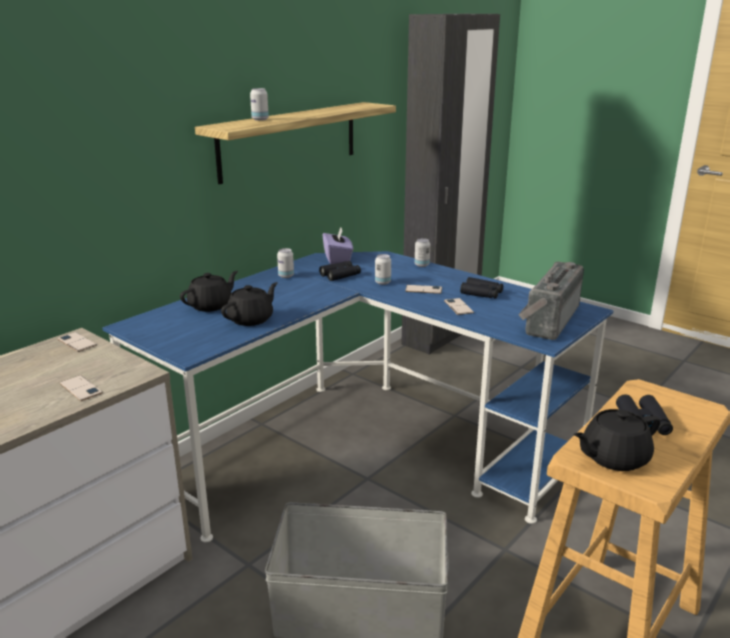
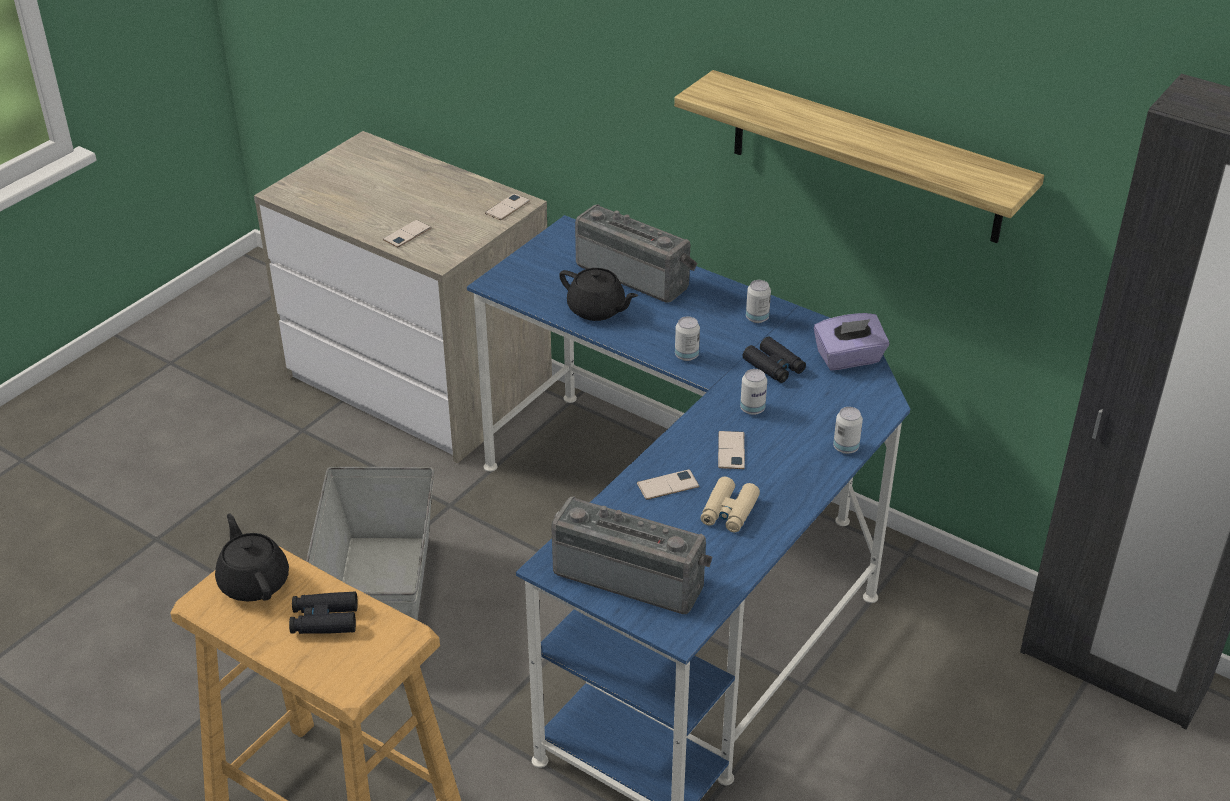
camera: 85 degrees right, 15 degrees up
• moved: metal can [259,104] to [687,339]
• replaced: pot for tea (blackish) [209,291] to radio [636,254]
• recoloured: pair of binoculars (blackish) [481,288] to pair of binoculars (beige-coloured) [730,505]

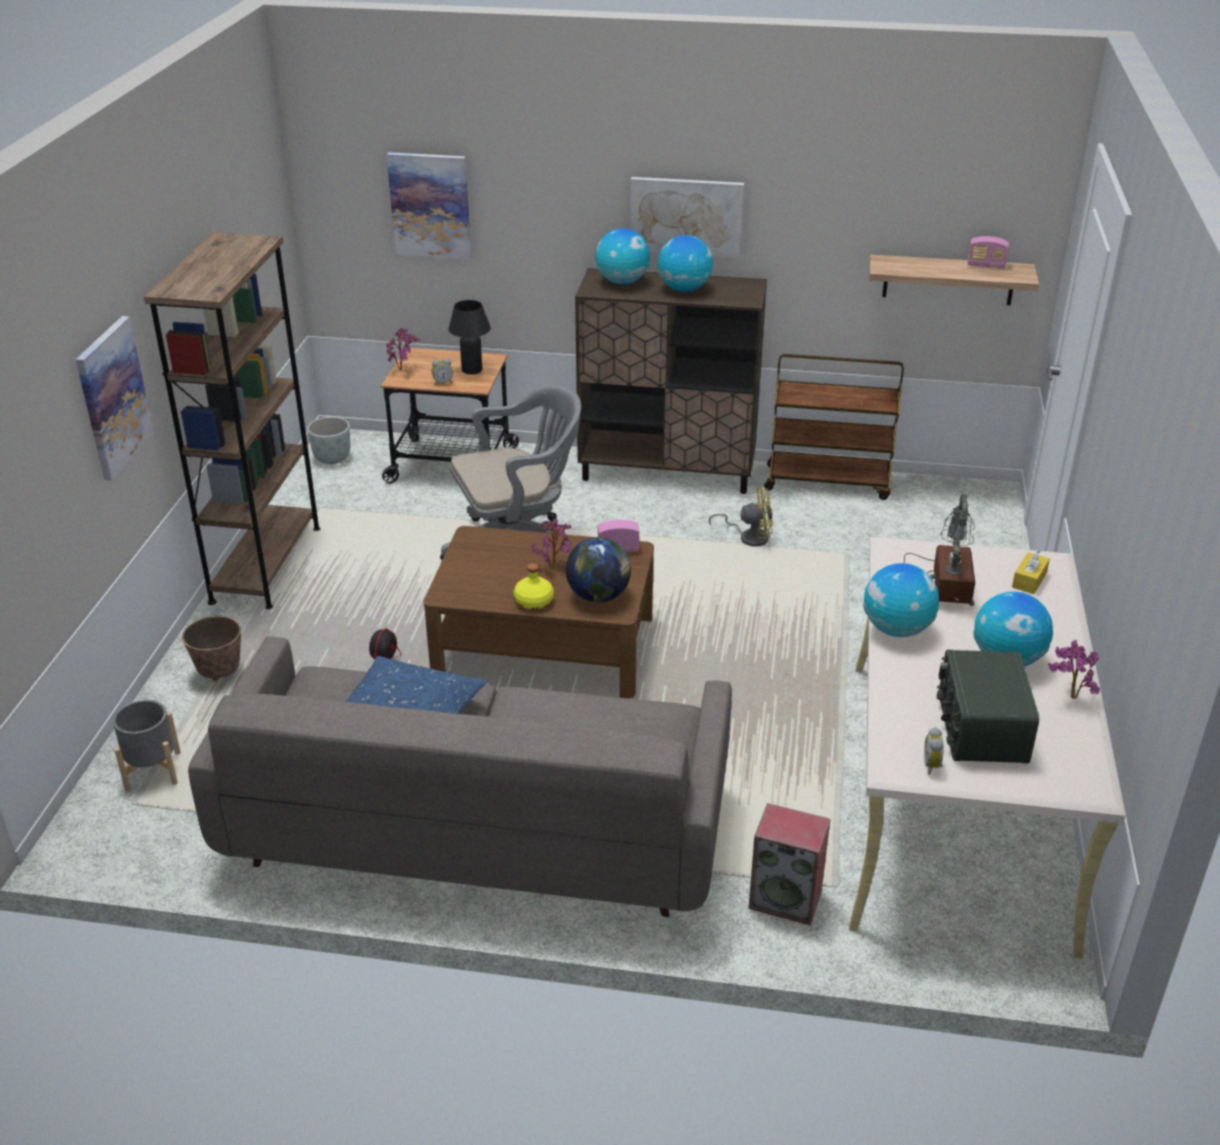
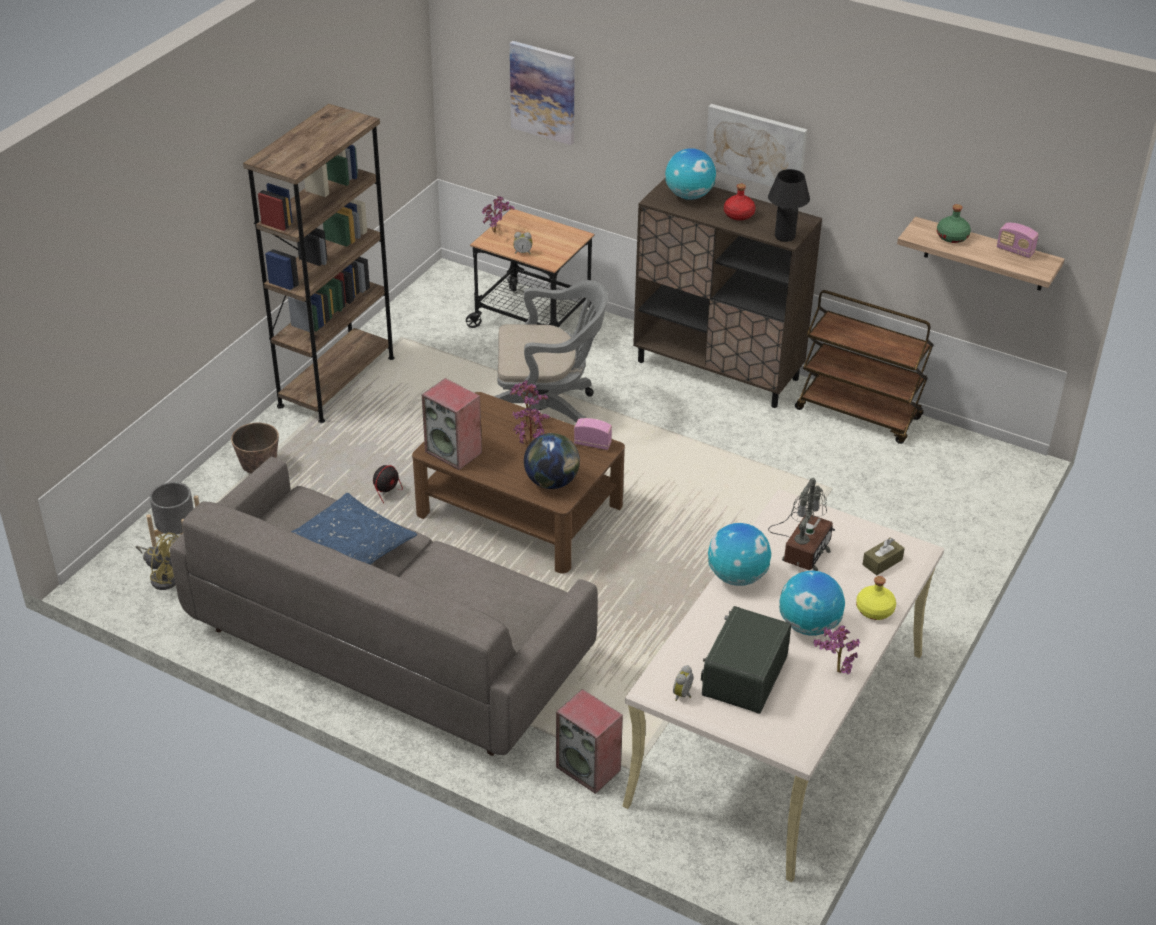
camera: 20 degrees right, 5 degrees up
• replaced: world globe [685,263] to beverage bottle (red-coloured) [740,202]
• moved: table lamp (blackish) [469,337] to [789,205]
• removed: picture [115,398]
• removed: flower pot (greyish) [328,440]
• moved: fan (yellow) [741,516] to [157,561]
• recoloured: tissue holder (yellow) [1031,571] to tissue holder (brown-coloured) [883,556]
• moved: beverage bottle (yellow) [534,586] to [876,598]
• added: beverage bottle (green) [954,223]
• added: audio speaker [452,424]
• added: potted plant [529,401]

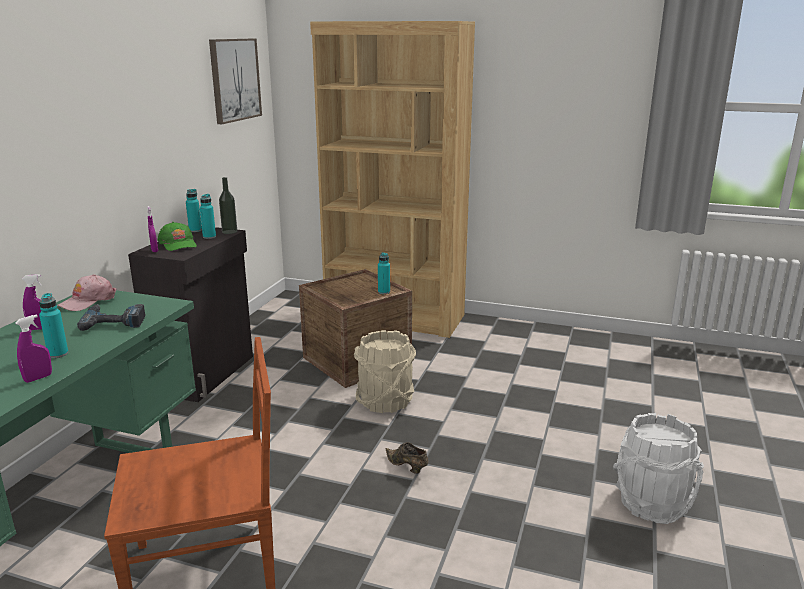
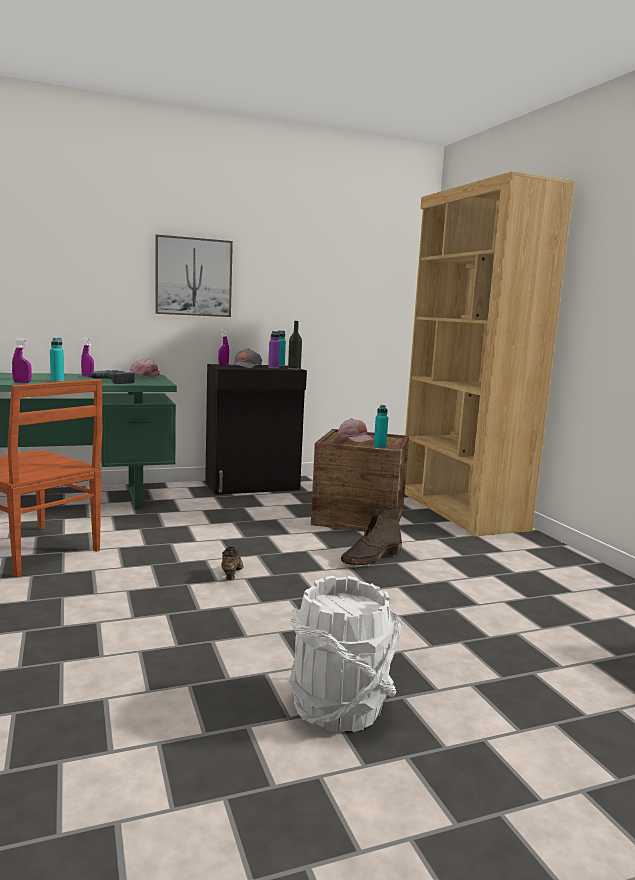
camera: 50 degrees right, 10 degrees down
• moved: picture [235,81] to [194,275]
• recoloured: beverage bottle (turquoise-coloured) [208,216] to beverage bottle (purple-coloured) [274,350]
• recoloured: peaked cap (green) [177,236] to peaked cap (greyish) [246,358]
• removed: bucket (beige-coloured) [385,371]
• added: peaked cap (pinkish) [356,430]
• added: high-top boot (brown-coloured) [371,535]

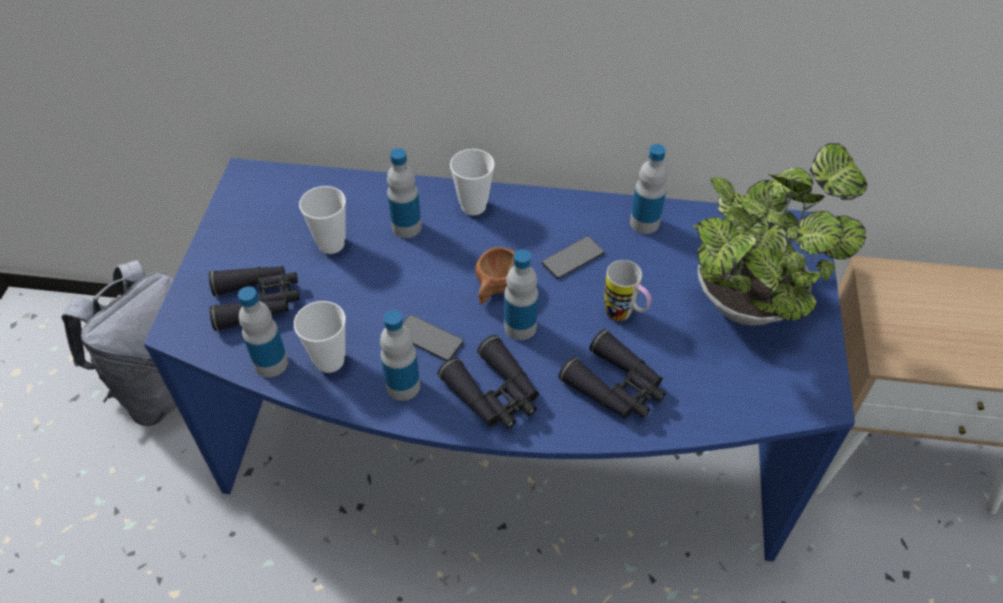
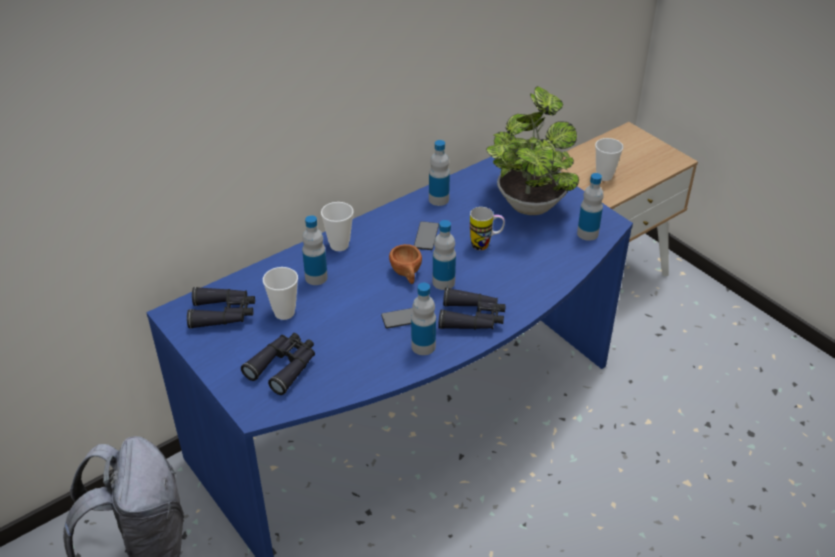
camera: 45 degrees left, 10 degrees down
• moved: beverage bottle [263,332] to [590,207]
• moved: small cup [320,337] to [609,159]
• moved: pair of binoculars (blackish) [612,374] to [221,308]

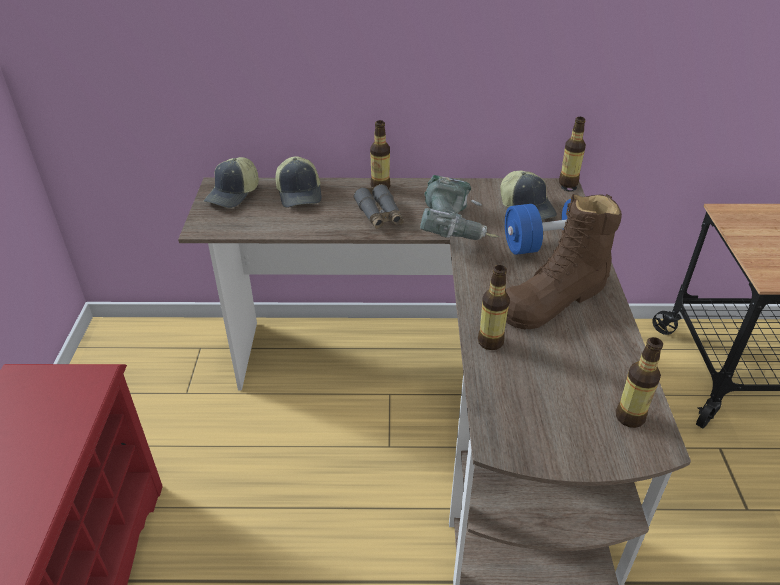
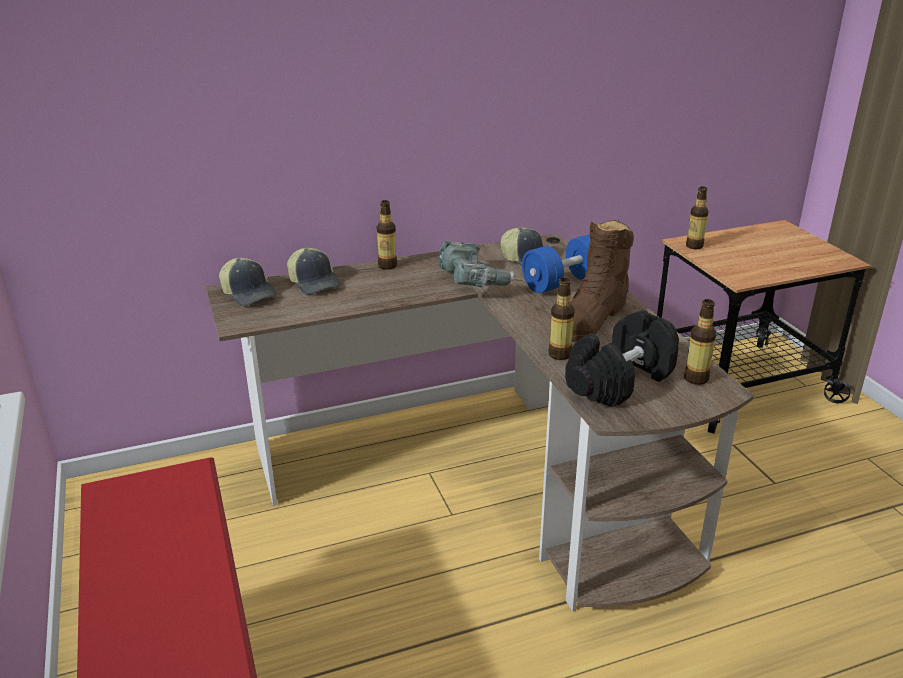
camera: 20 degrees left, 10 degrees down
• moved: beverage bottle [572,152] to [697,217]
• turned: peaked cap [231,182] = [248,282] 45 degrees counterclockwise
• removed: pair of binoculars (greyish) [379,206]
• added: dumbbell (blackish) [622,359]

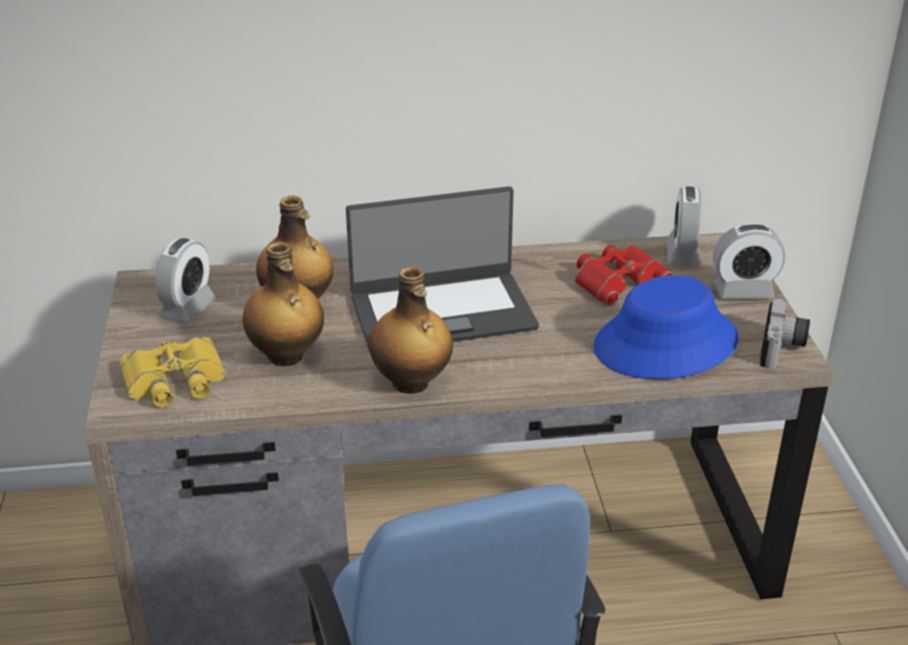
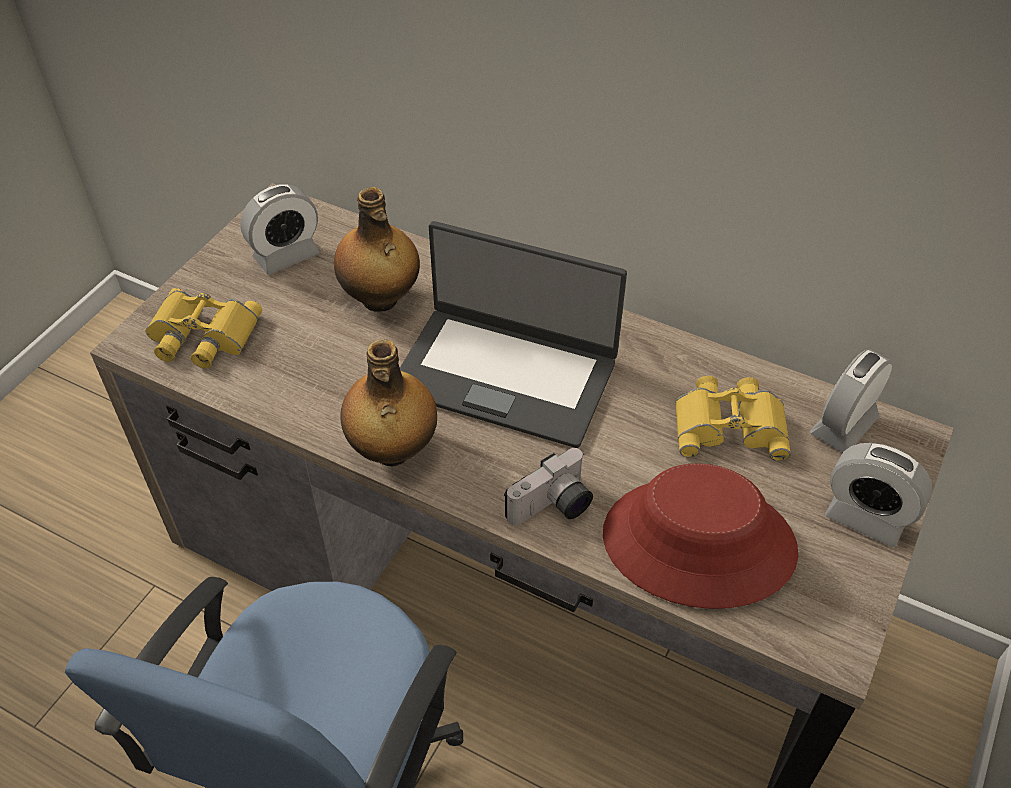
camera: 35 degrees right, 15 degrees up
• removed: beverage bottle [283,304]
• recoloured: pair of binoculars (red-coloured) [623,275] to pair of binoculars (yellow) [733,418]
• recoloured: wearable hat (bluish) [666,327] to wearable hat (red-coloured) [700,536]
• moved: still camera [785,334] to [548,486]

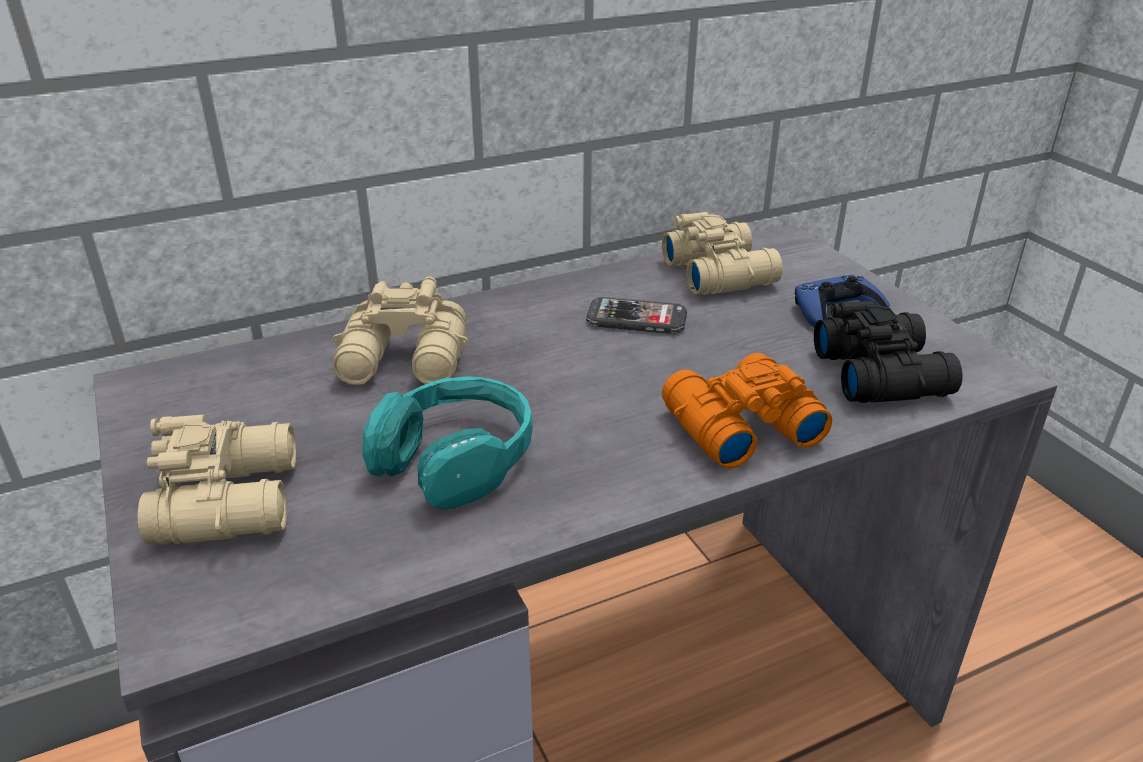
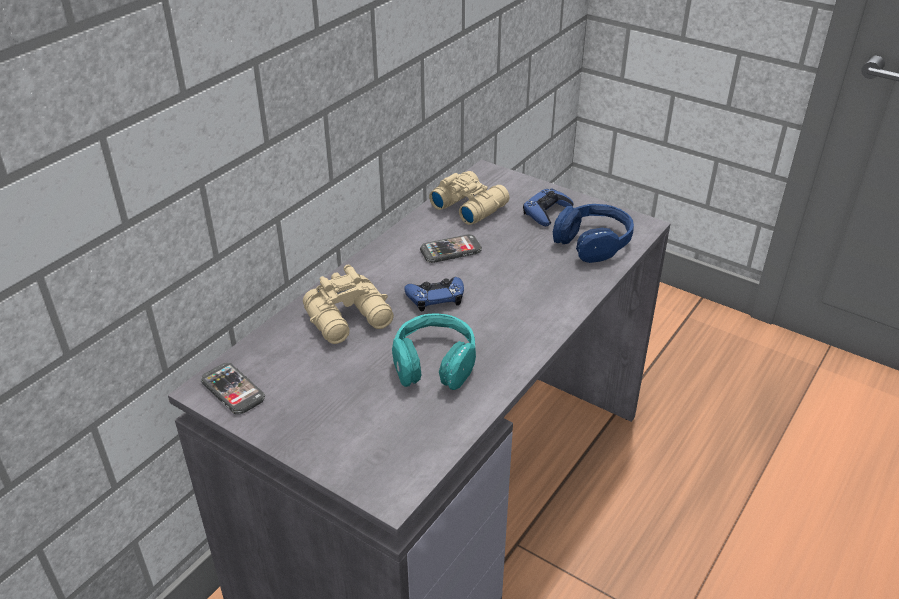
camera: 30 degrees left, 5 degrees up
• replaced: pair of binoculars (blackish) [888,352] to headphones (bluish) [593,233]
• removed: pair of binoculars (orange) [747,411]
• removed: pair of binoculars (beige-coloured) [217,480]
• added: joypad (bluish) [434,294]
• added: telephone [233,388]

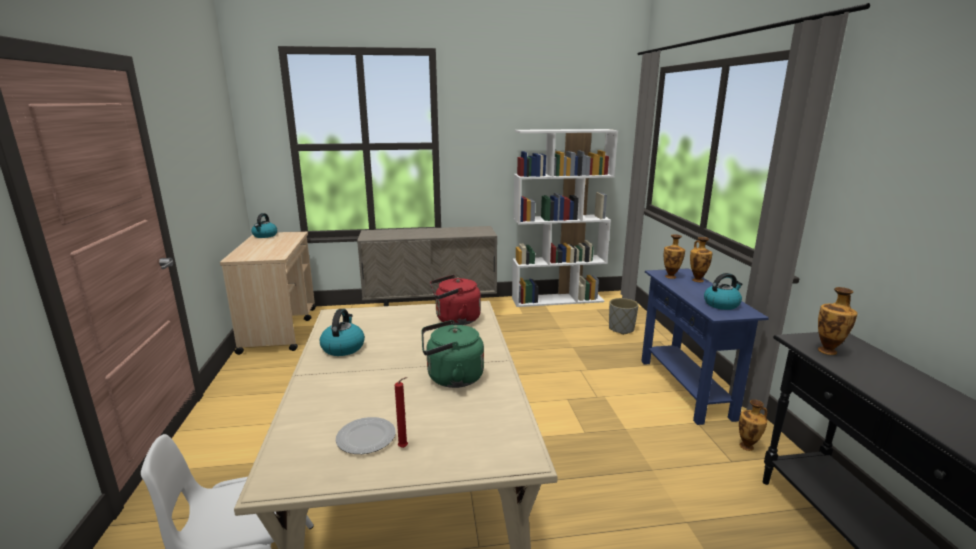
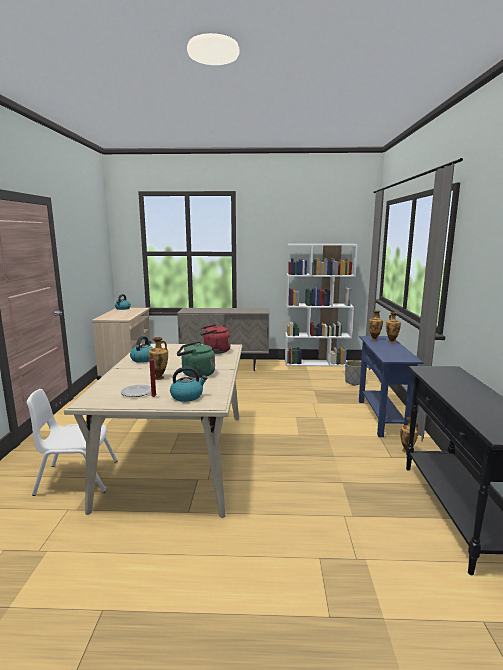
camera: 10 degrees right, 5 degrees down
• moved: tea kettle [723,291] to [188,384]
• moved: vase [838,321] to [158,358]

